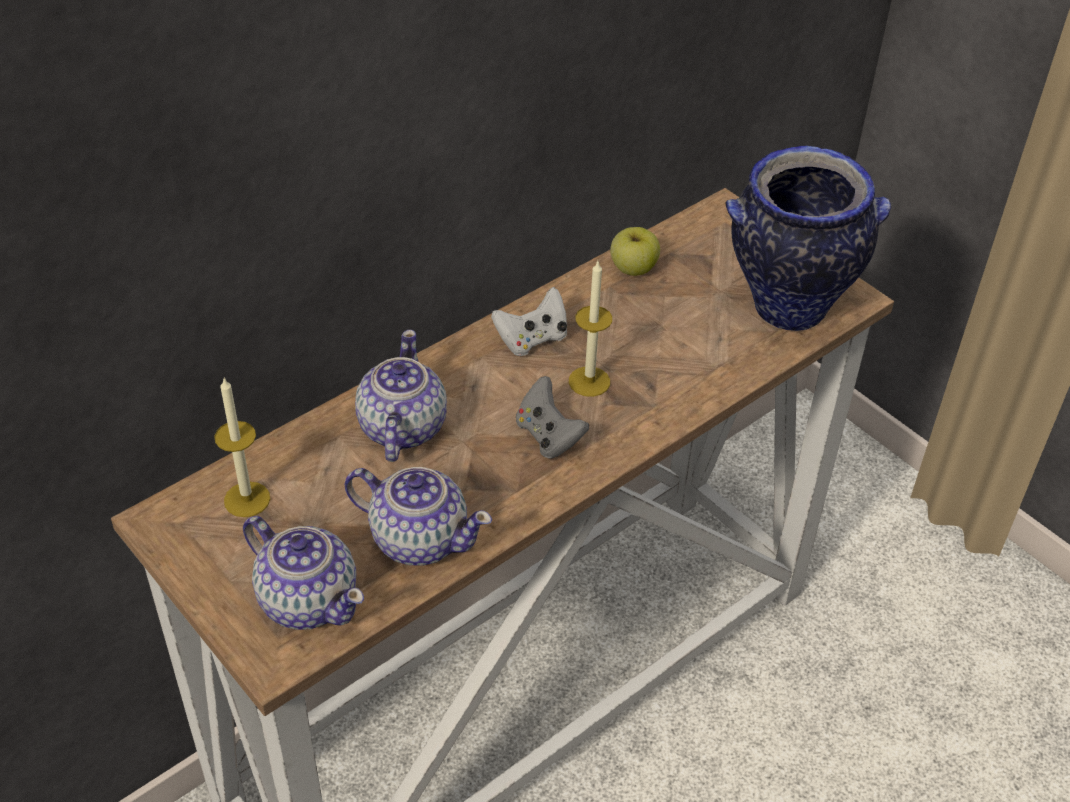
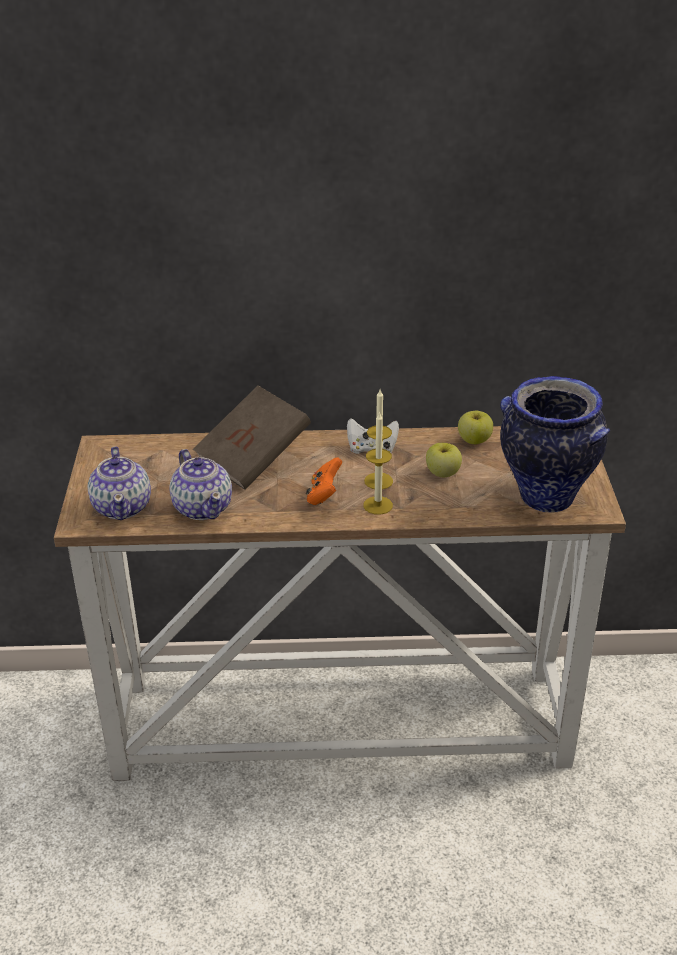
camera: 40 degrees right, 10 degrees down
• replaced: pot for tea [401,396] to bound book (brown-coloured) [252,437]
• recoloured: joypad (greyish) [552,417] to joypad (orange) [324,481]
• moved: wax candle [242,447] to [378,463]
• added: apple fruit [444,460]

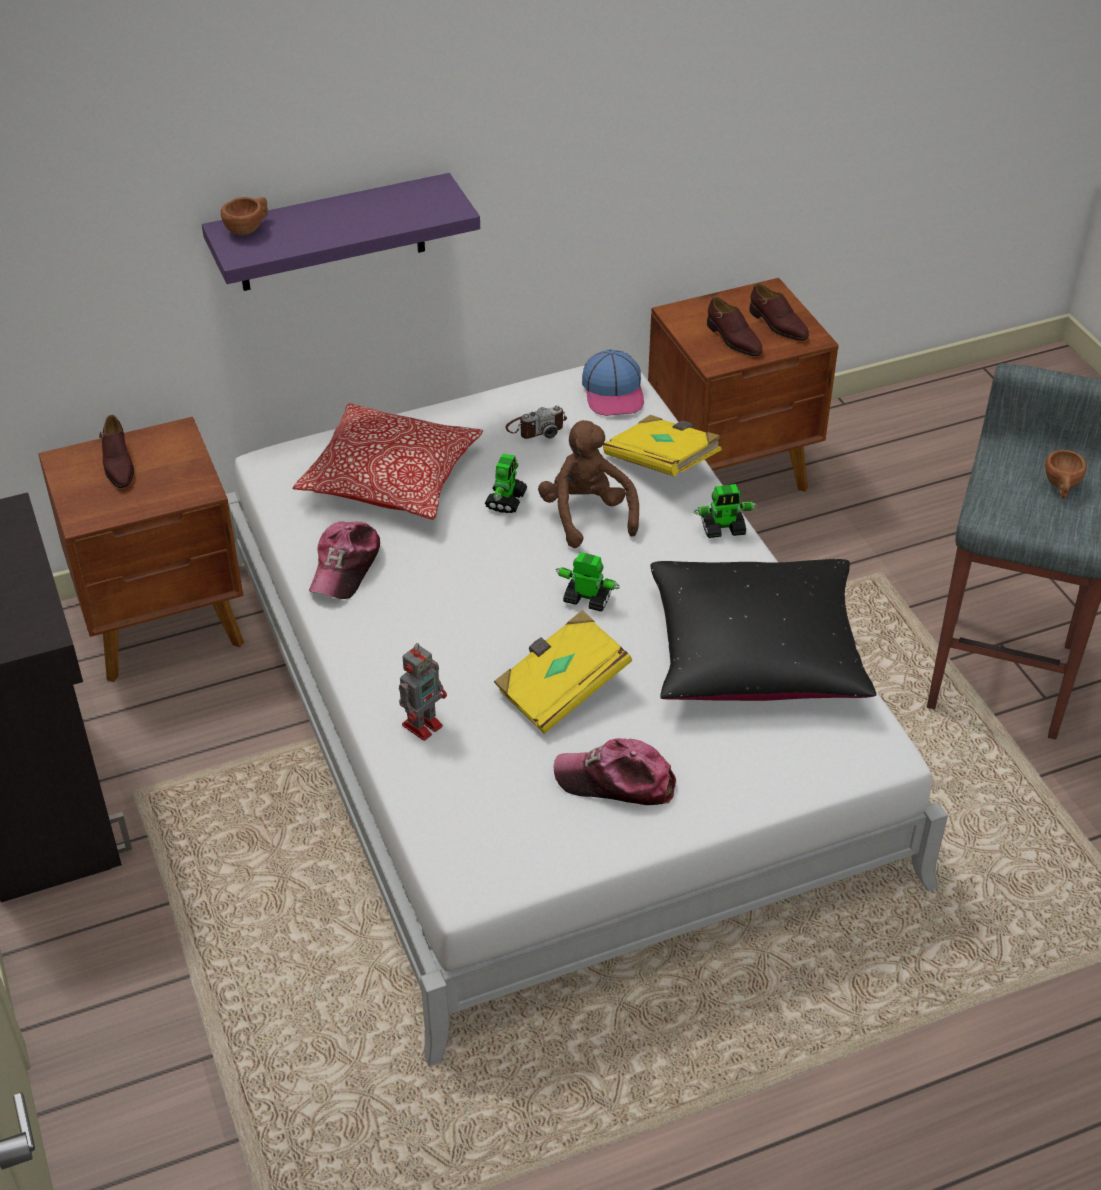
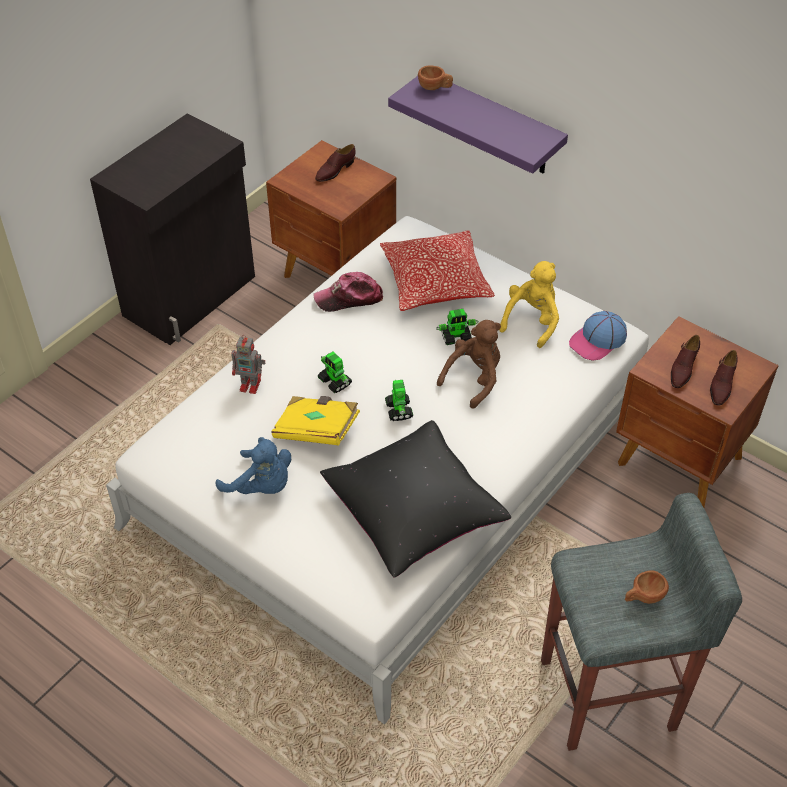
camera: 60 degrees right, 5 degrees up
• replaced: still camera [536,422] to cuddly toy (yellow) [529,304]
• removed: bound book (yellow) [662,446]
• moved: robot figure [726,511] to [334,372]
• replaced: peaked cap [615,771] to cuddly toy (bluish) [253,465]

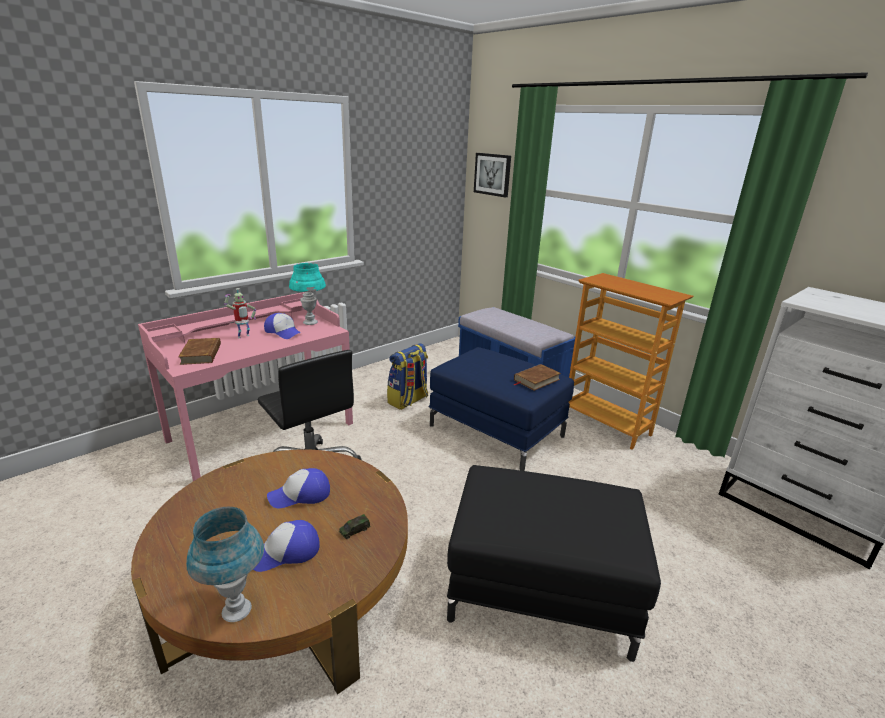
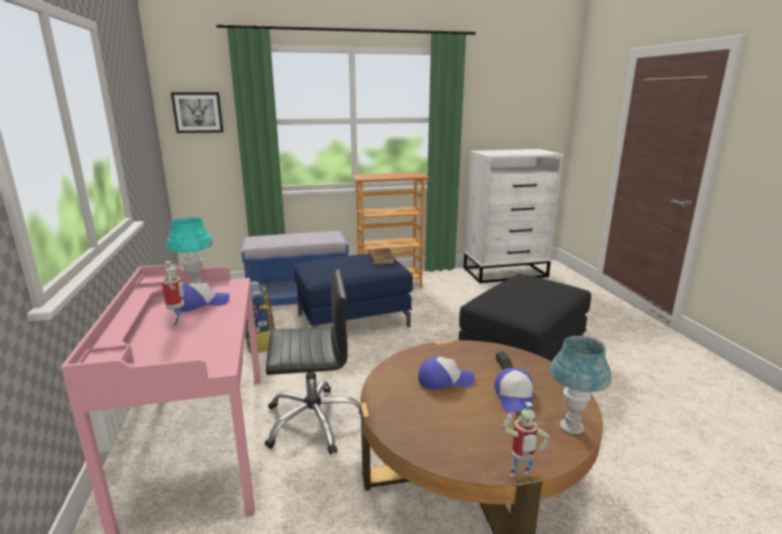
camera: 60 degrees left, 5 degrees down
• removed: bound book (brown-coloured) [199,351]
• turned: peaked cap [298,488] = [446,373] 105 degrees counterclockwise
• added: robot figure [526,439]

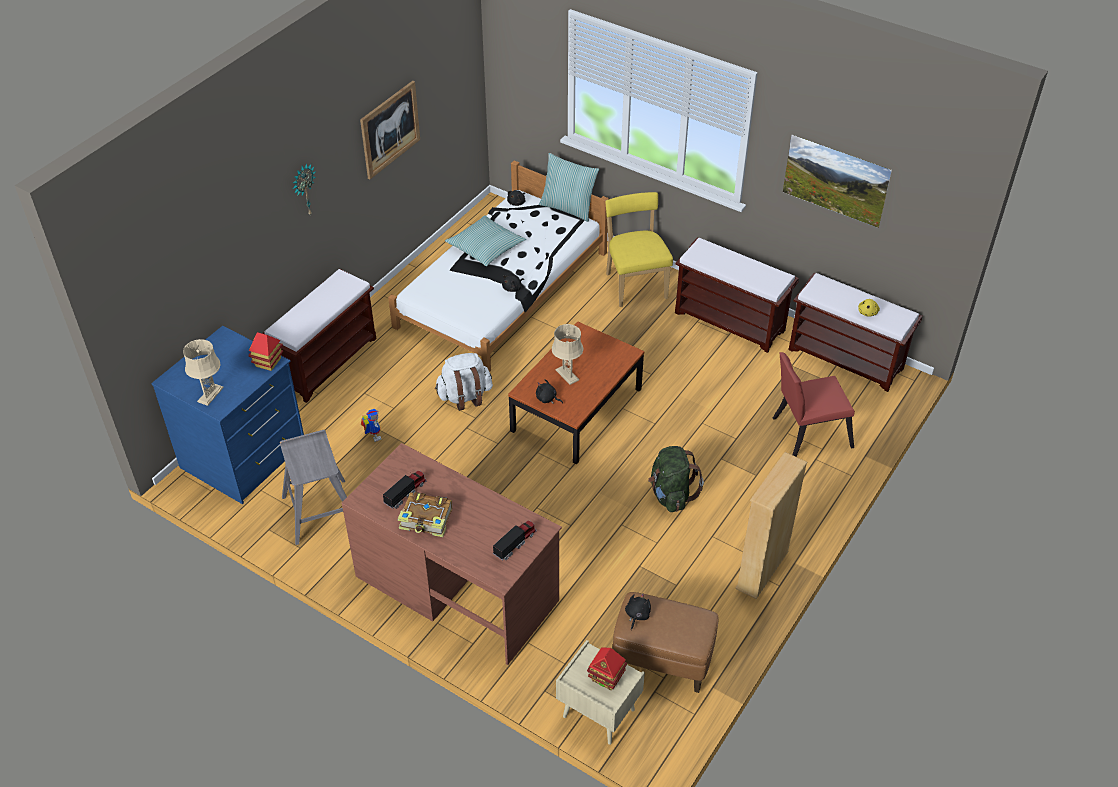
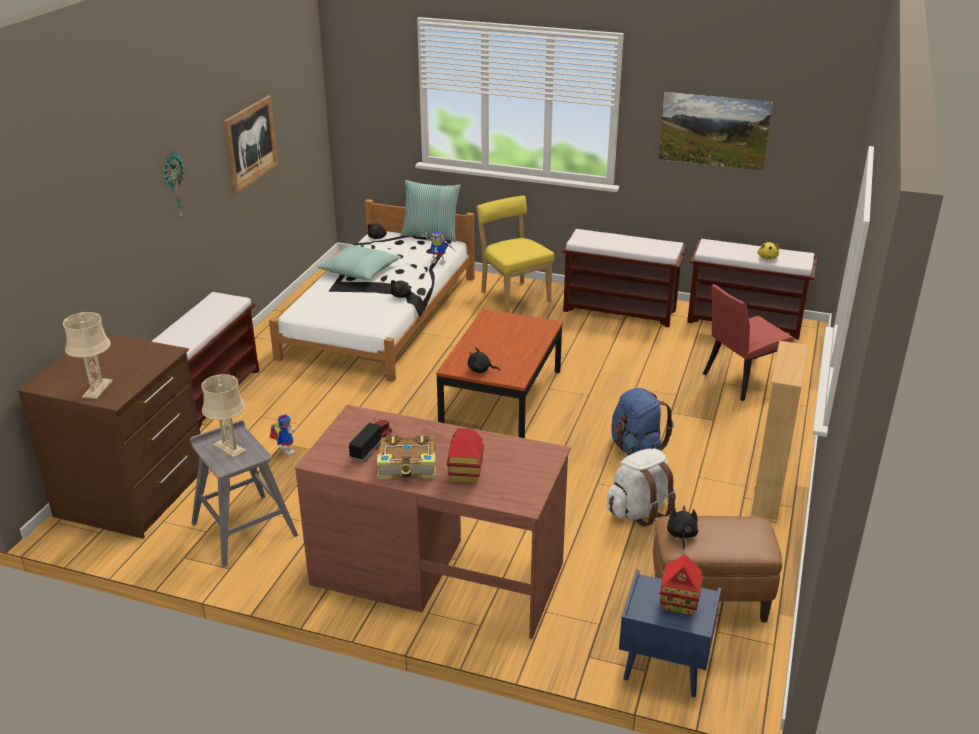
camera: 15 degrees left, 15 degrees down
• moved: table lamp (beige-coloured) [567,354] to [224,416]
• recoloured: chest of drawers (bluish) [227,415] to chest of drawers (brown-coloured) [108,436]
• moved: toy house [265,351] to [465,455]
• moved: knapsack (whitish) [464,382] to [641,488]
• recoloured: knapsack (green) [676,479] to knapsack (bluish) [642,421]
• removed: toy truck [515,540]
• recoloured: bedside table (beige-coloured) [600,692] to bedside table (bluish) [670,633]
• added: robot figure [437,247]

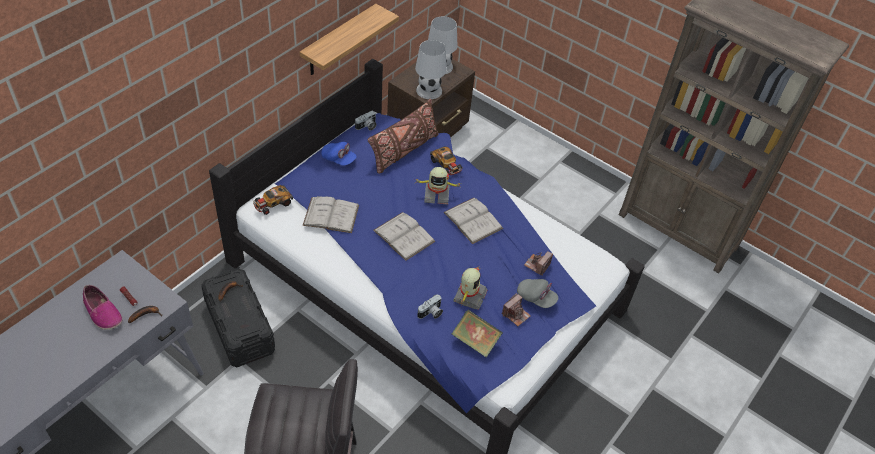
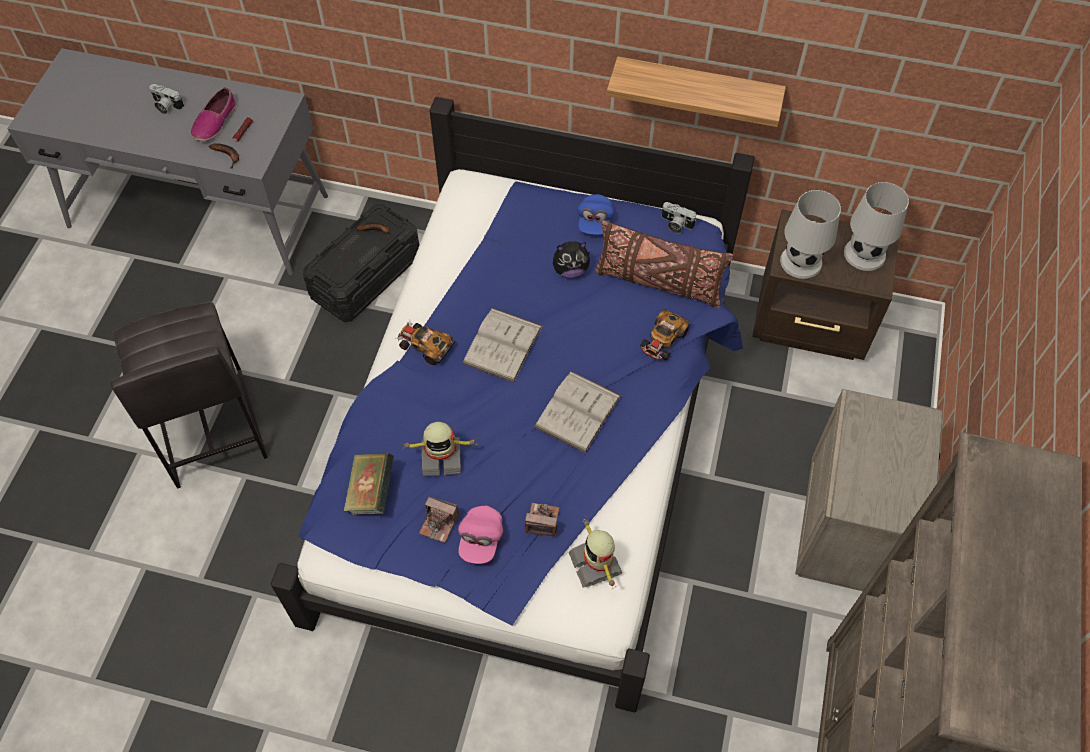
camera: 70 degrees right, 10 degrees up
• moved: robot figure [438,186] to [595,554]
• moved: toy car [273,200] to [425,343]
• removed: bound book (whitish) [331,214]
• recoloured: peaked cap (greyish) [537,293] to peaked cap (pinkish) [480,535]
• moved: still camera [430,306] to [166,99]
• added: cuddly toy [572,259]
• added: bedside table (beige-coloured) [869,490]

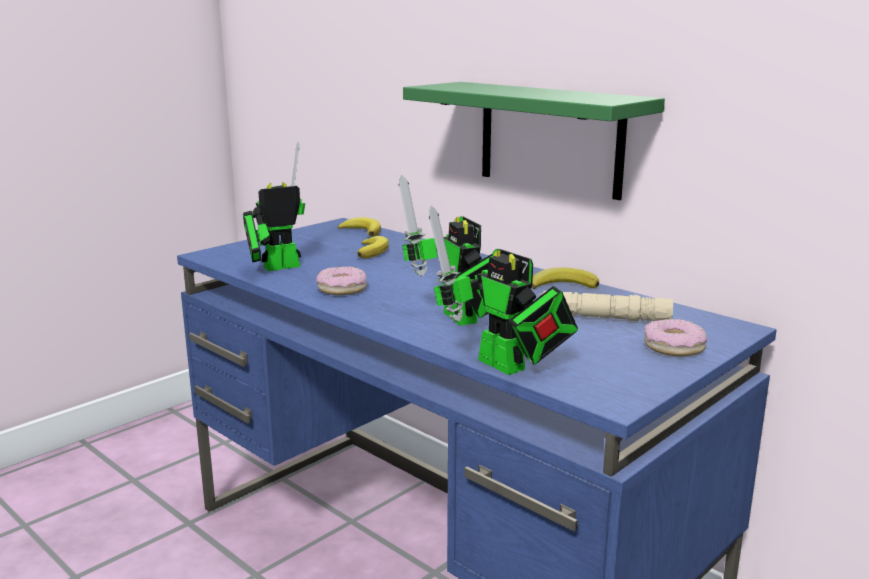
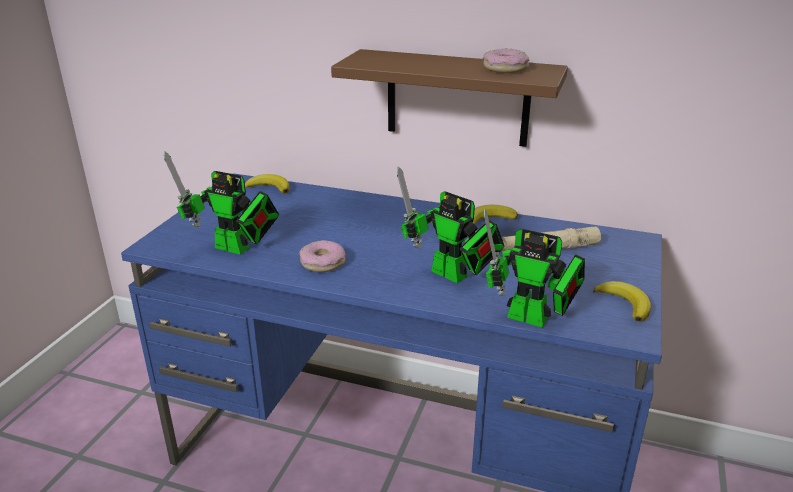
camera: 25 degrees left, 10 degrees up
• recoloured: wall shelf (green) [534,141] to wall shelf (brown-coloured) [449,98]
• turned: robot figure [274,206] = [221,203] 105 degrees counterclockwise
• moved: banana fruit [373,247] to [622,301]
• moved: donut [675,337] to [506,60]

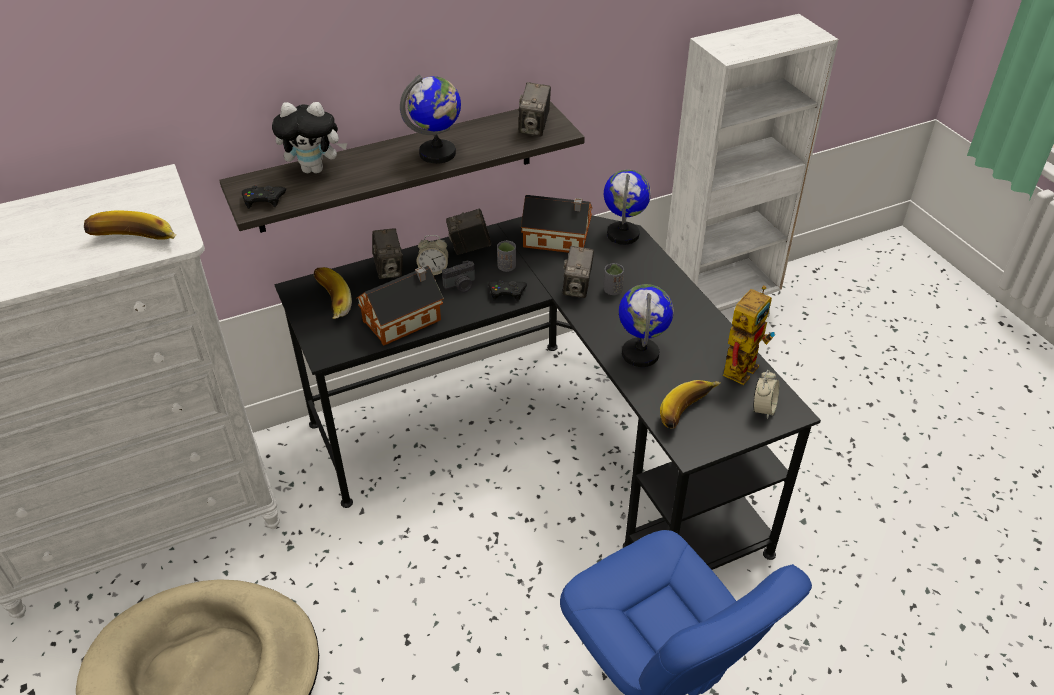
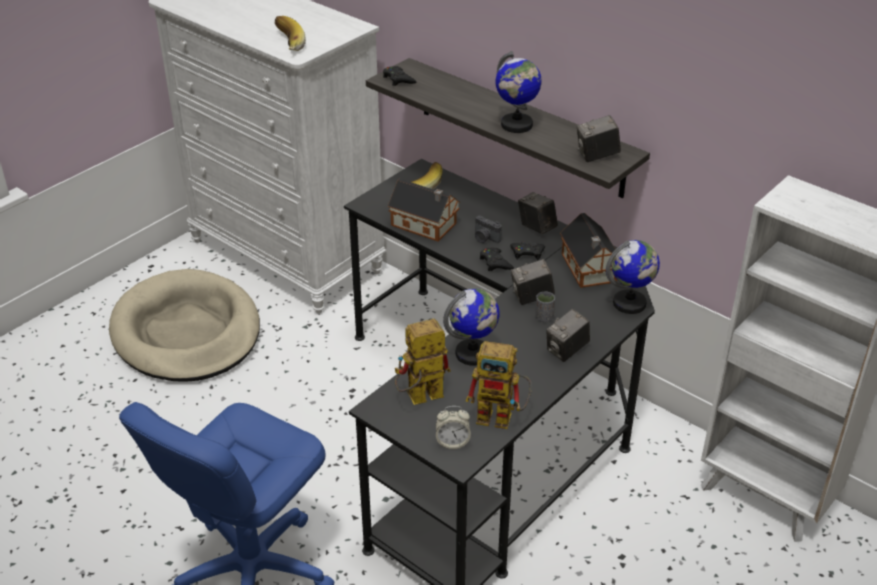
camera: 65 degrees right, 5 degrees down
• removed: cuddly toy [309,137]
• moved: still camera [387,253] to [568,335]
• removed: table clock [433,255]
• replaced: small cup (greyish) [506,256] to joypad (blackish) [527,251]
• replaced: banana fruit [690,404] to robot figure [423,362]

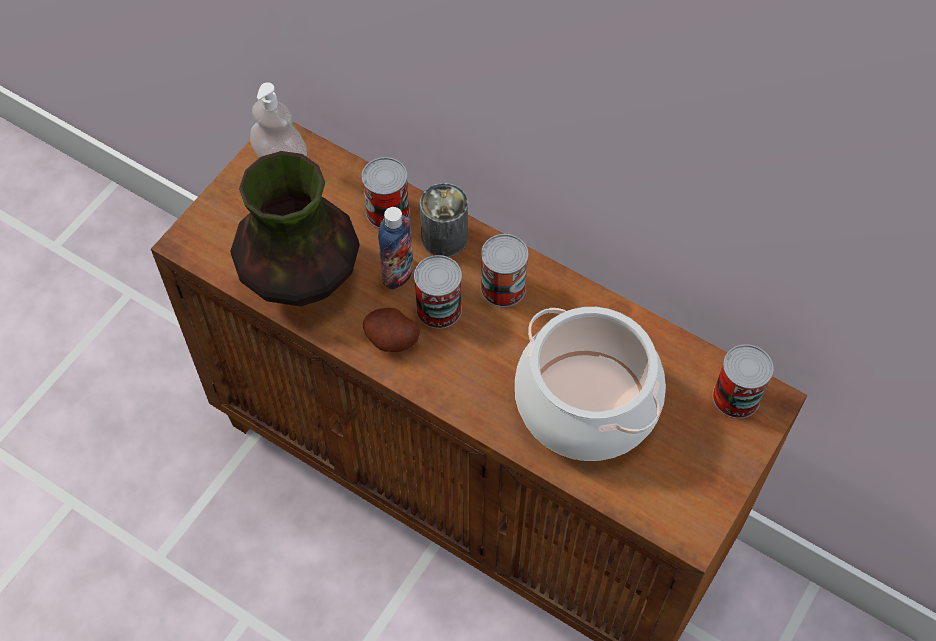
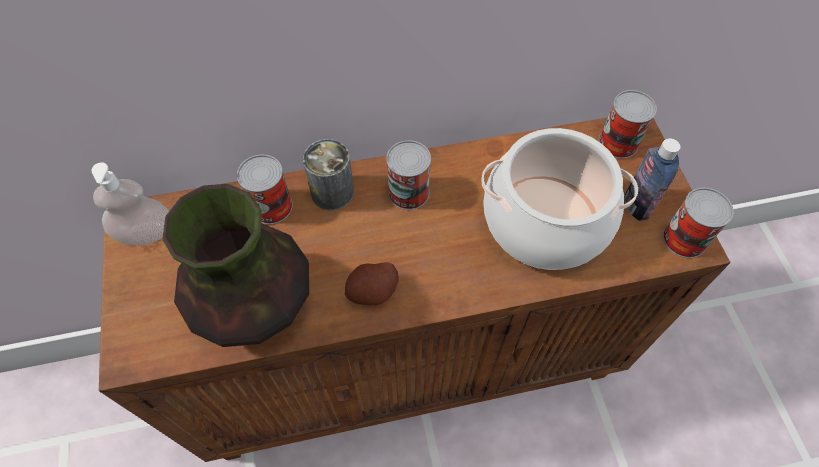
camera: 45 degrees left, 0 degrees up
• moved: beverage bottle [396,248] to [652,179]
• moved: metal can [438,292] to [698,223]

